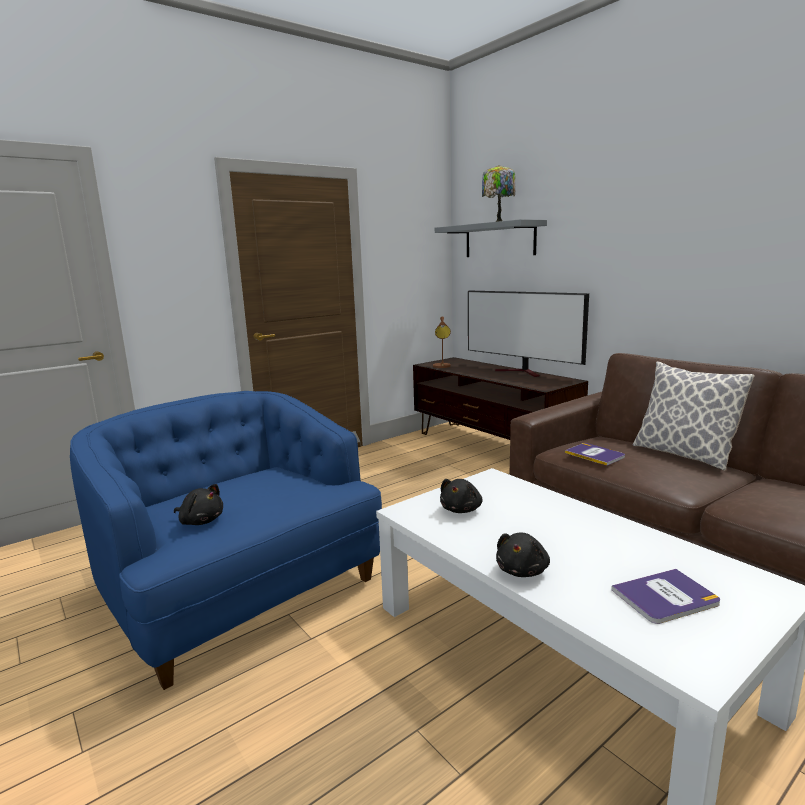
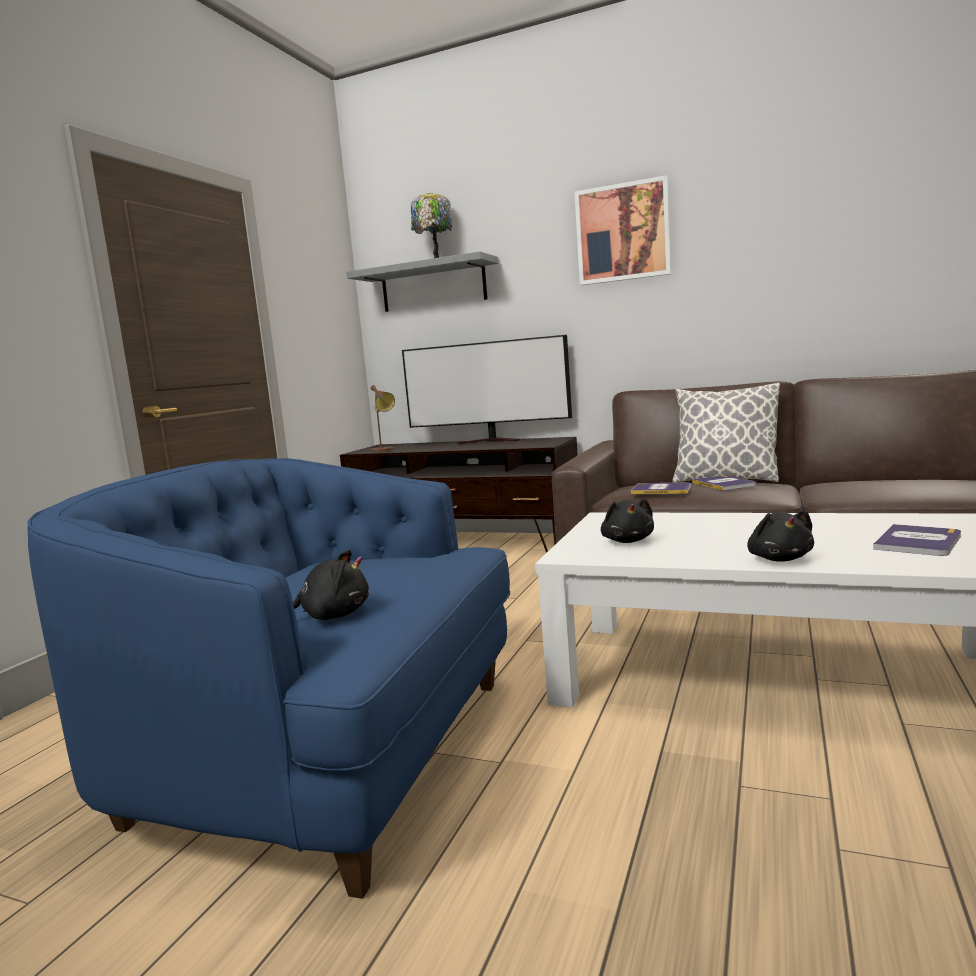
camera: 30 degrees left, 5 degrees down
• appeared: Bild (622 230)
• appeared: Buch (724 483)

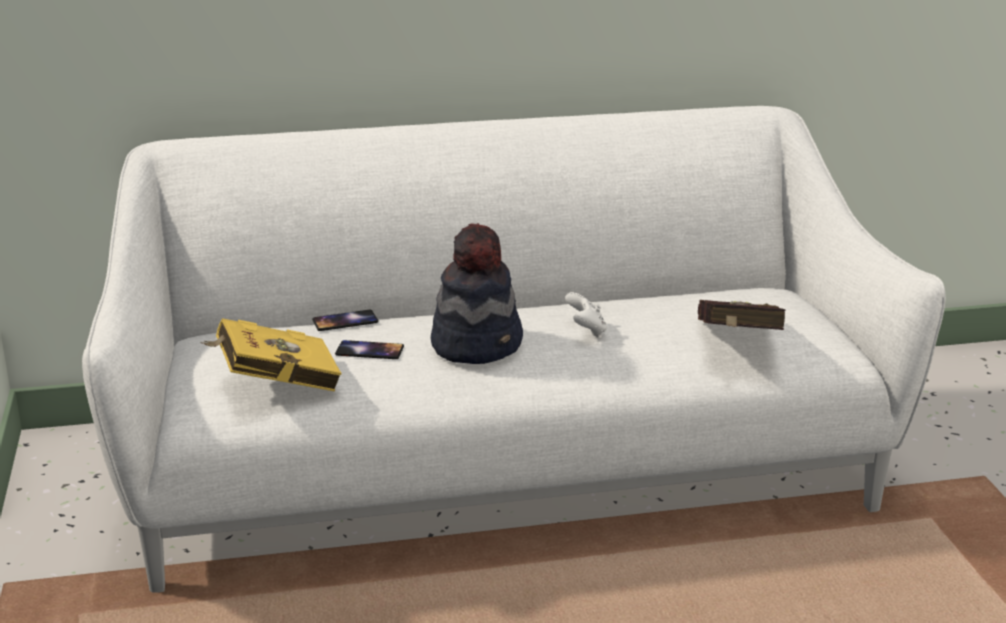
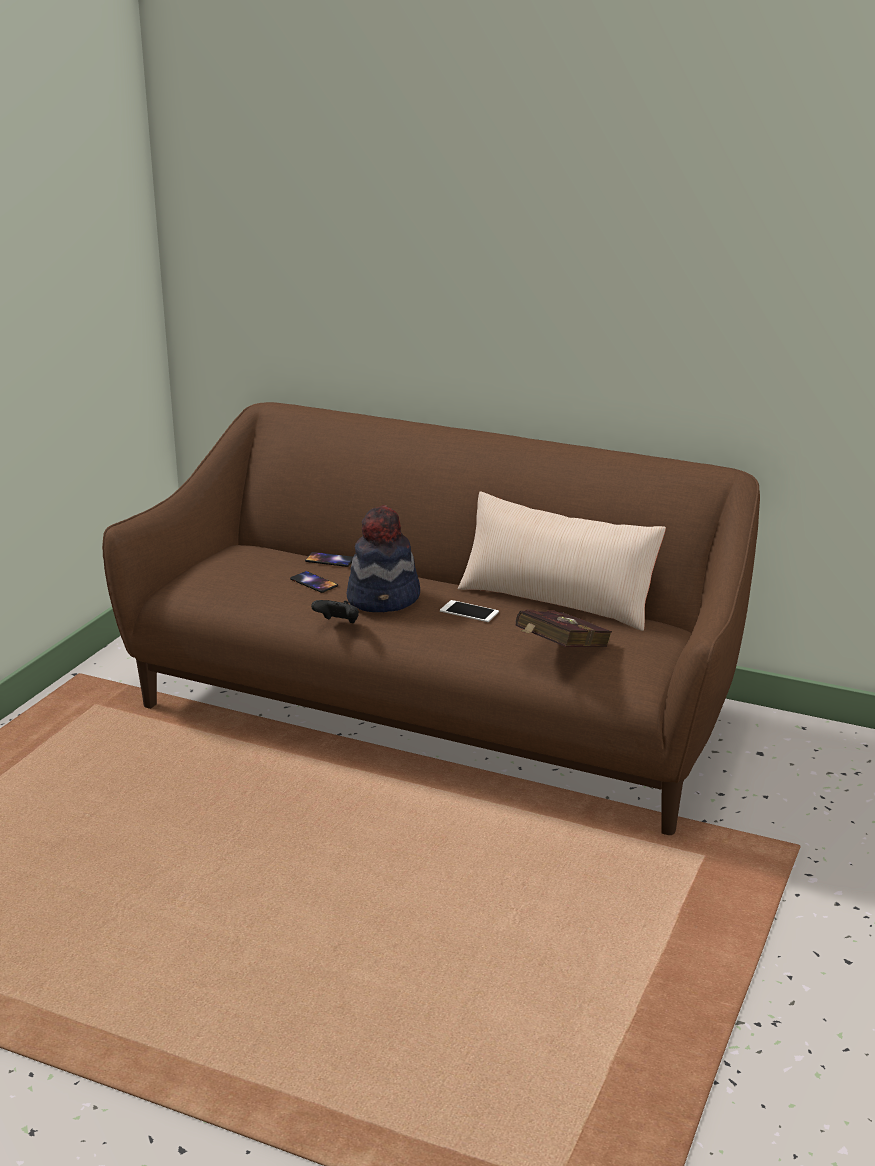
camera: 35 degrees right, 0 degrees up
• colour: Sofa/weiß (514 349) to Sofa/braun (431 618)
• appeared: Gamepad/schwarz (335 611)
• exchanged: Gamepad/weiß (586 315) to Handy (469 611)
• appeared: Kissen/beige (562 561)
• missing: Buch/gelb (271 355)

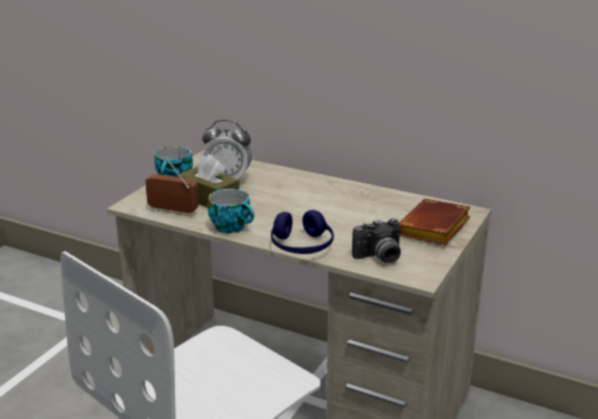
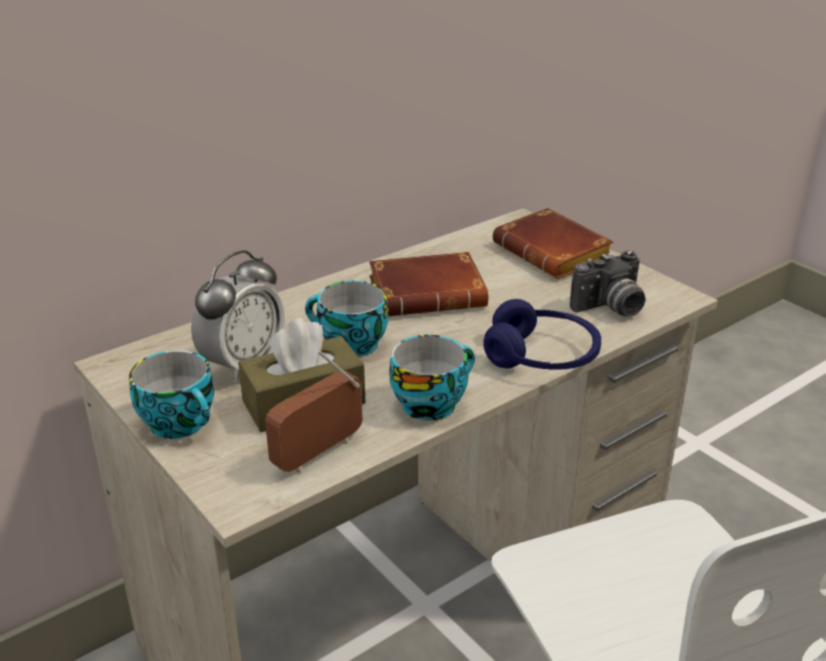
camera: 65 degrees left, 5 degrees up
• appeared: Tasse (347 319)
• appeared: Buch/braun (428 284)
• spun: Kamera (376 240) = (608 283) 60 degrees clockwise

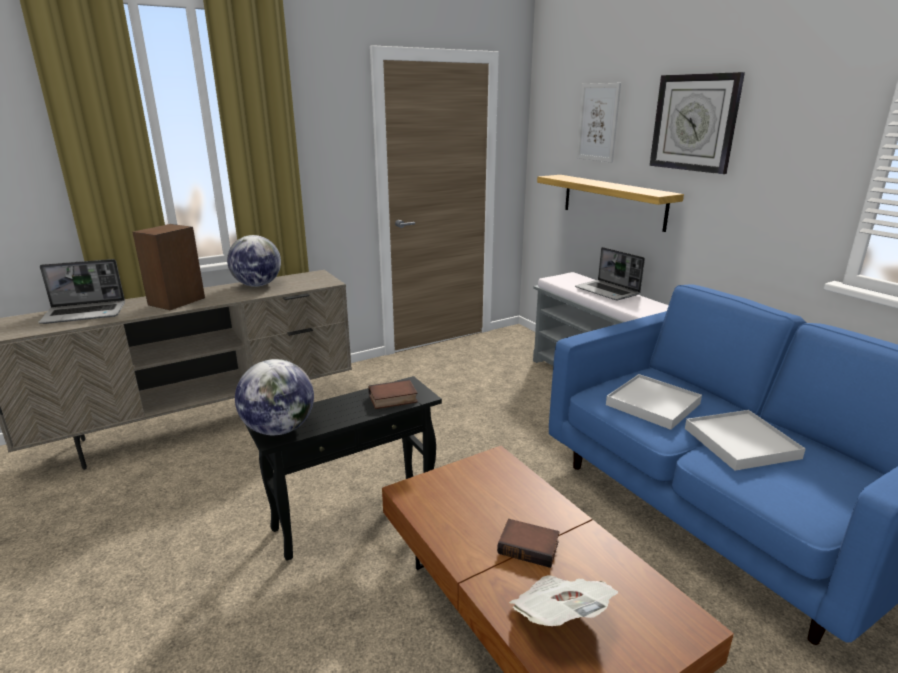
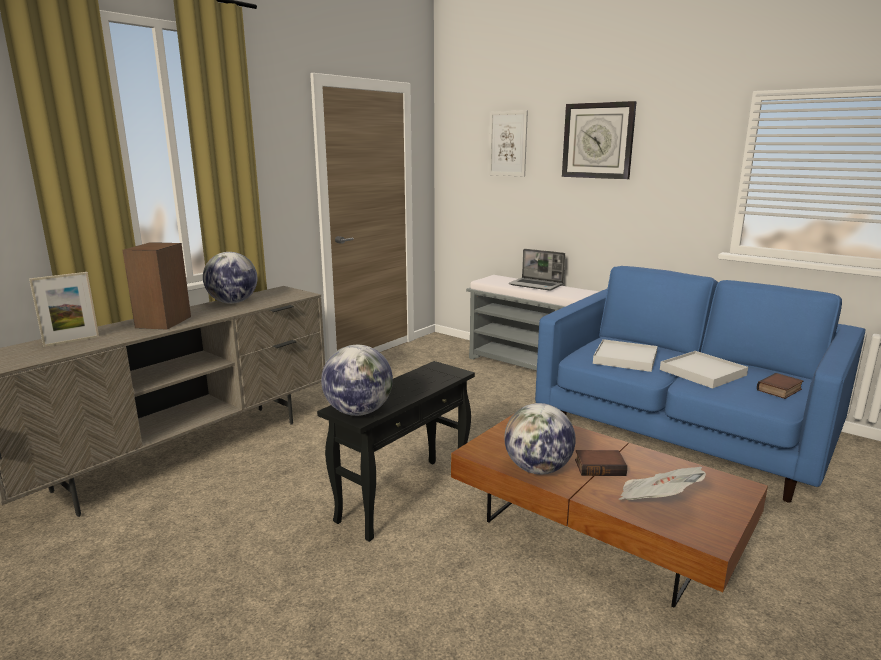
camera: 20 degrees left, 5 degrees down
• exchanged: Laptop (81 291) to Bilderrahmen (64 309)
• appeared: Globus (540 438)
• relocated: Buch (393 394) to (780 386)
• missing: Wandregal (610 203)

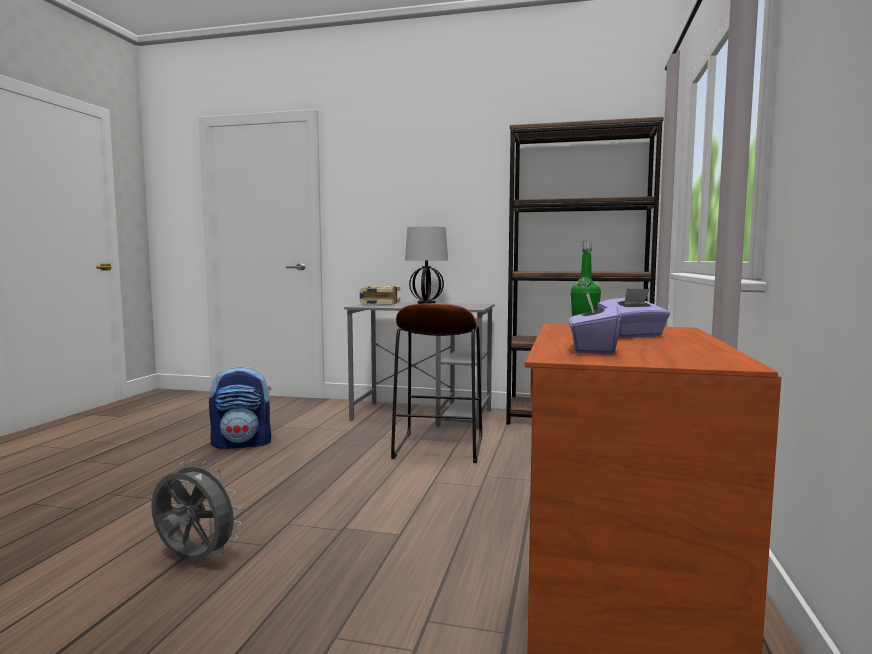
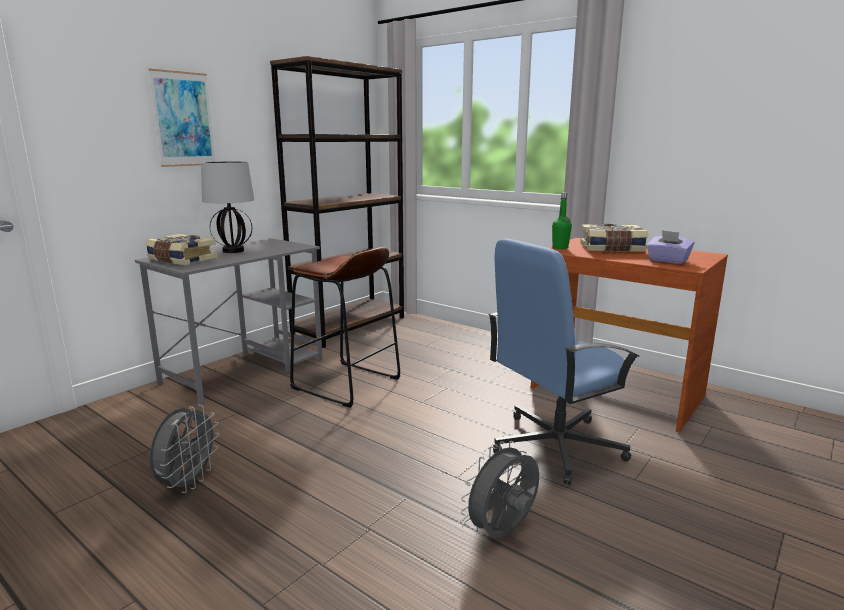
camera: 65 degrees left, 10 degrees up
• appeared: Bild (182 117)
• exchanged: Rucksack (240 408) to Ventilator/grau (184 448)
• appeared: Bürostuhl/blau (564 361)
• exchanged: Taschentuchbox/lila (633 313) to Buch (614 238)

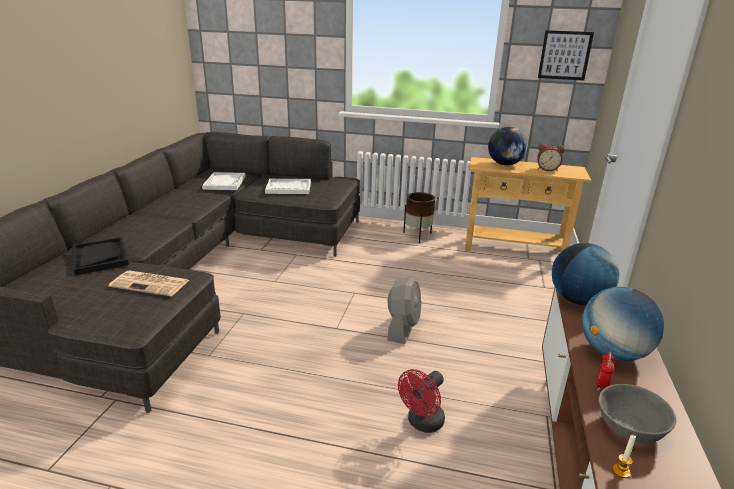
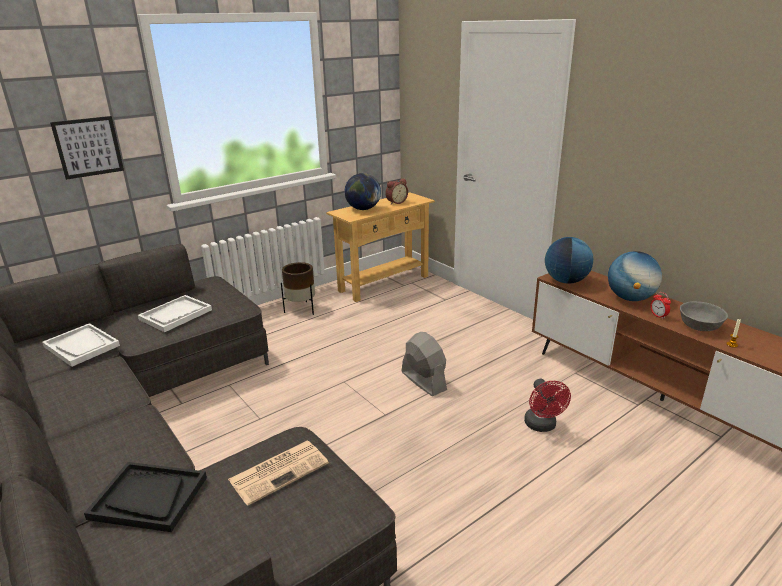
camera: 50 degrees left, 0 degrees up
• relocated: Bild (566 55) to (87 148)

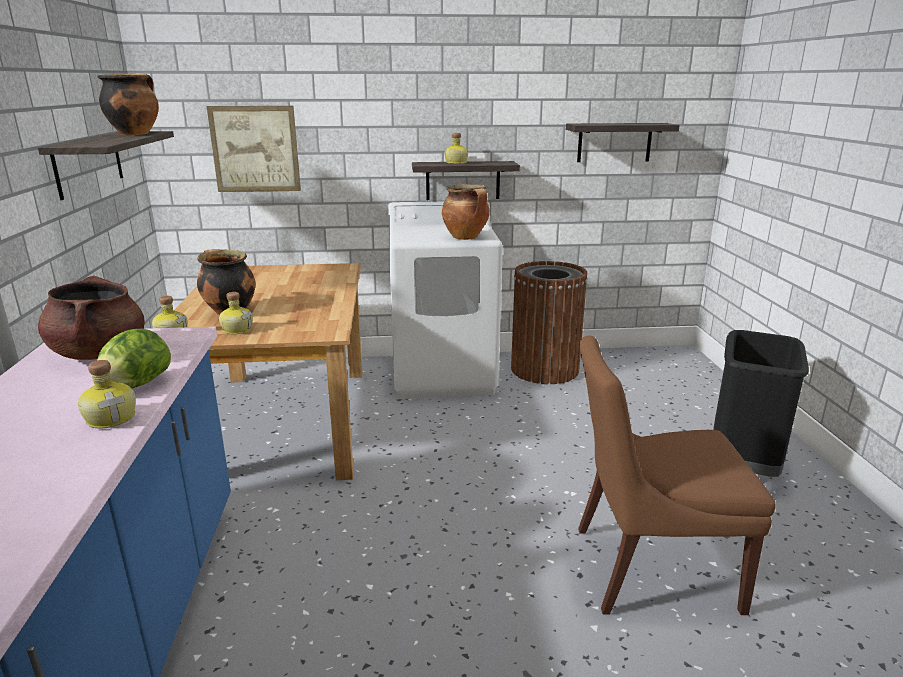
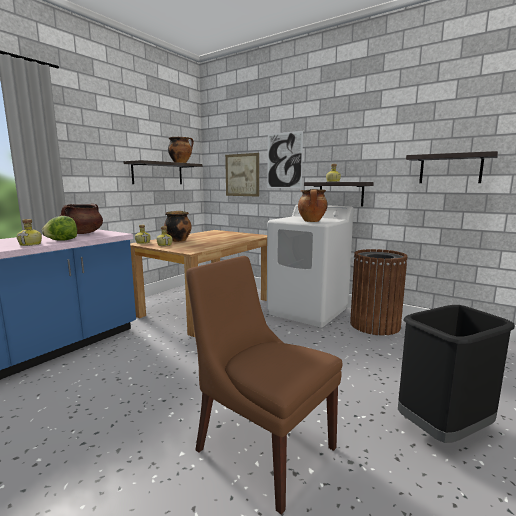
camera: 40 degrees right, 10 degrees down
• appeared: Bild (285 159)

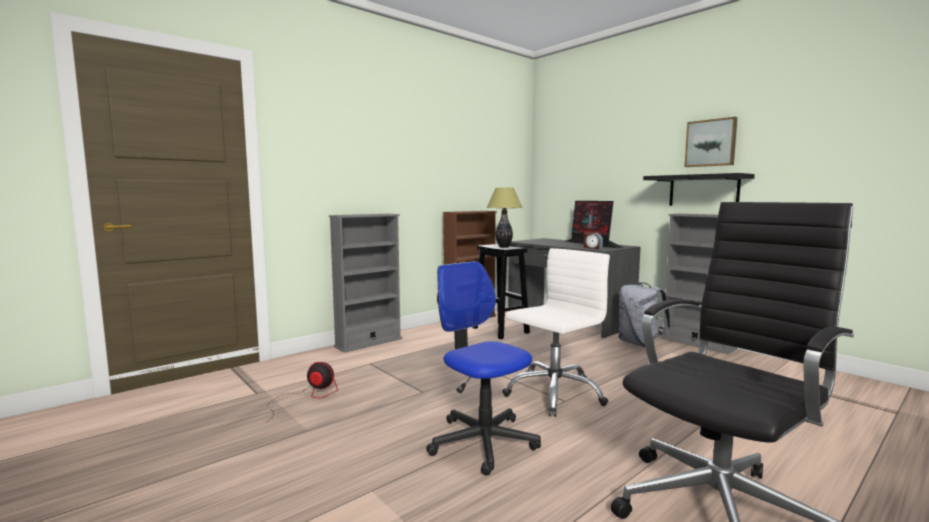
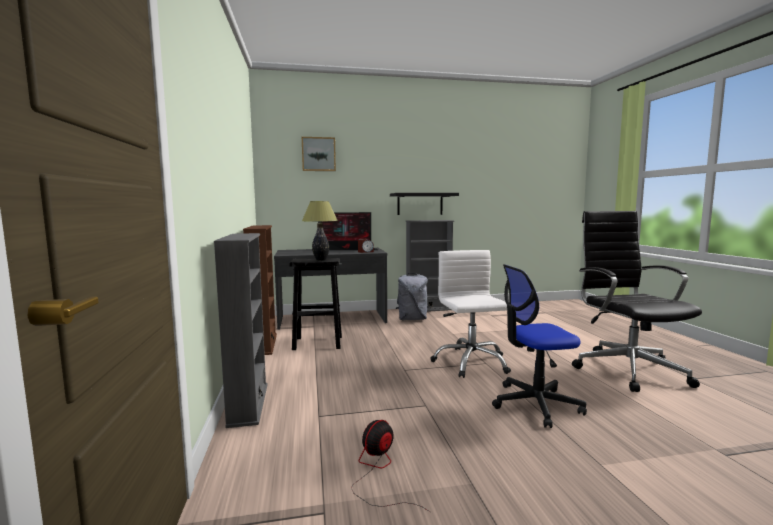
camera: 60 degrees left, 0 degrees up
• relocated: Bild (710 142) to (319 154)

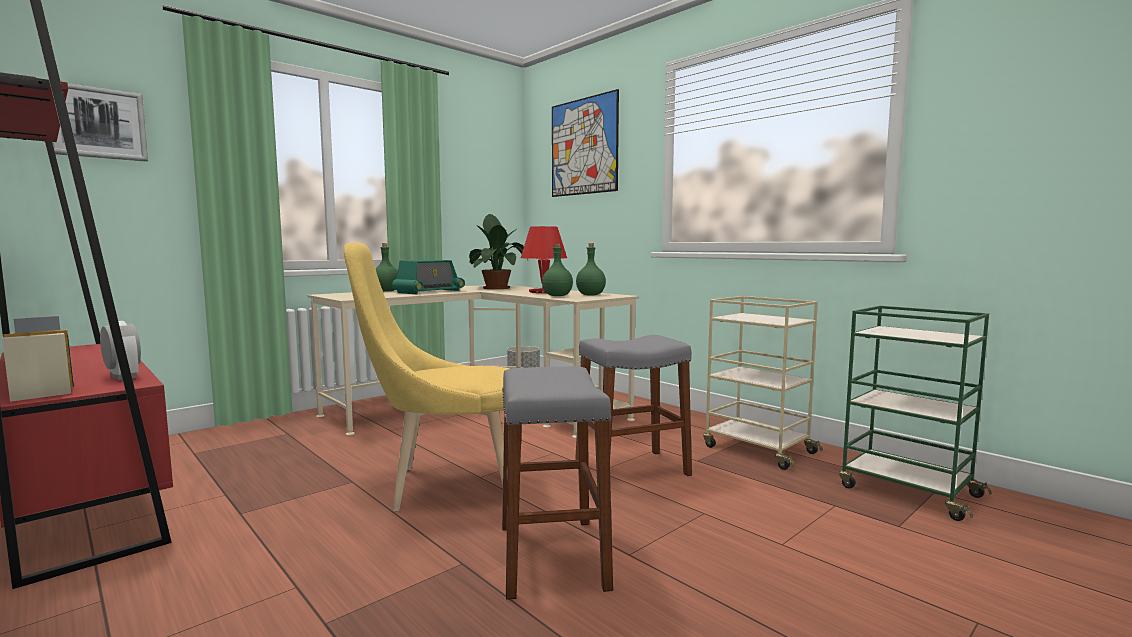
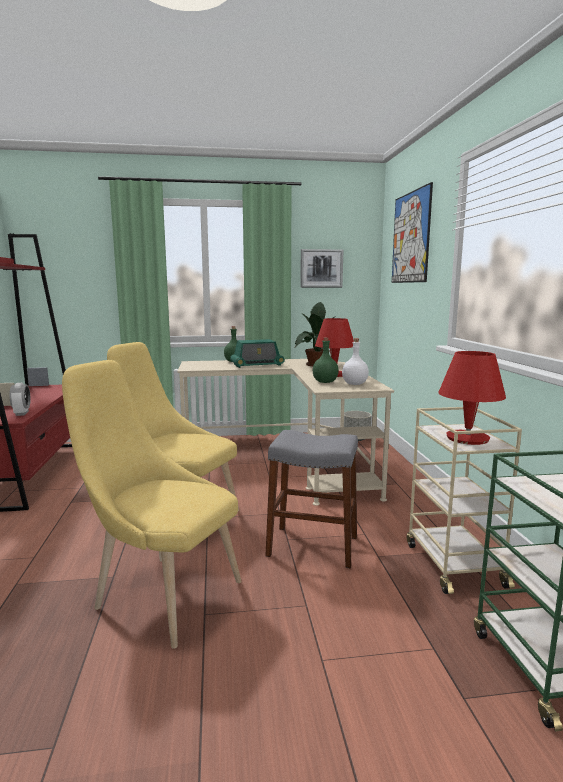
camera: 35 degrees right, 5 degrees up
• exchanged: Hocker/grau (557 483) to Stuhl/gelb (152 504)
• relocated: Bild (100 122) to (321 268)
• colour: Flasche/grün (591 269) to Flasche/weiß (355 361)
• appeared: Tischlampe/rot (472 398)

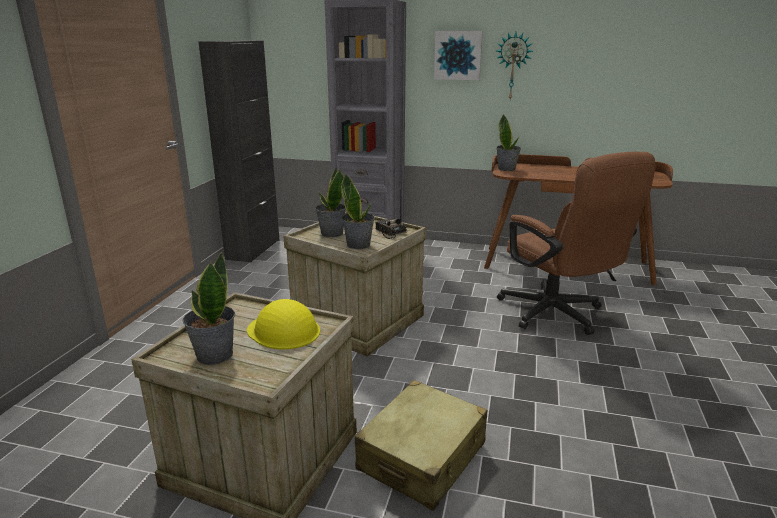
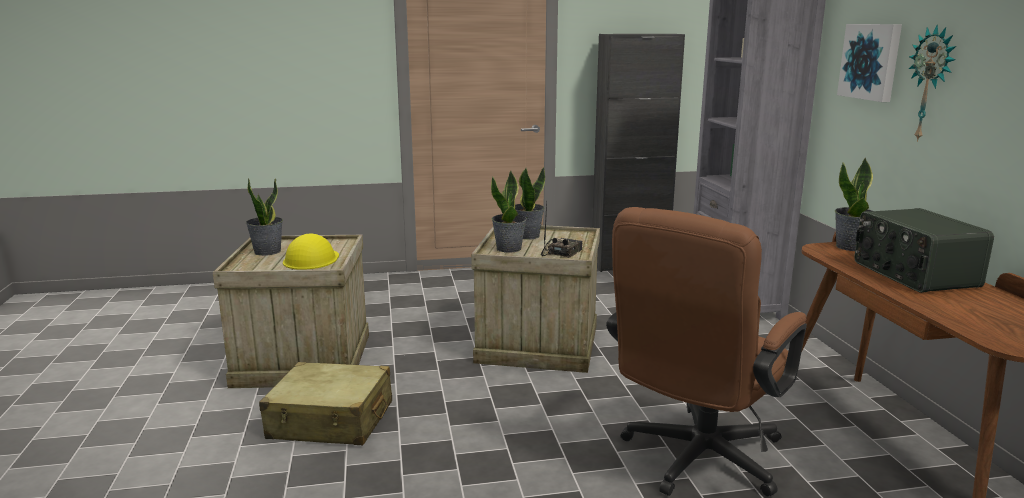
camera: 65 degrees right, 5 degrees down
• appeared: Radio (924 250)

